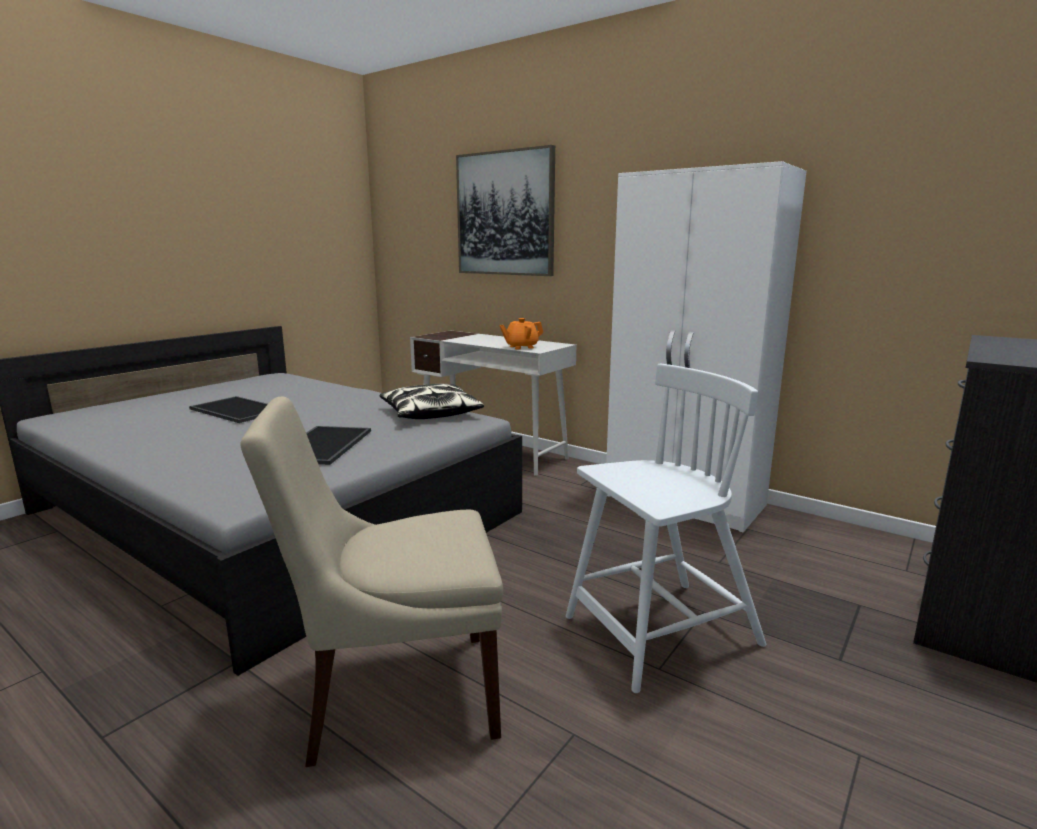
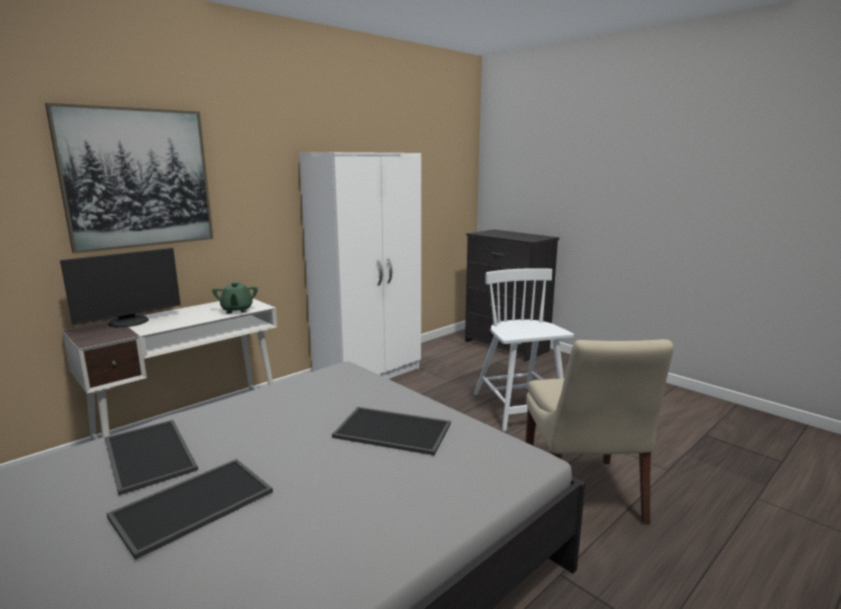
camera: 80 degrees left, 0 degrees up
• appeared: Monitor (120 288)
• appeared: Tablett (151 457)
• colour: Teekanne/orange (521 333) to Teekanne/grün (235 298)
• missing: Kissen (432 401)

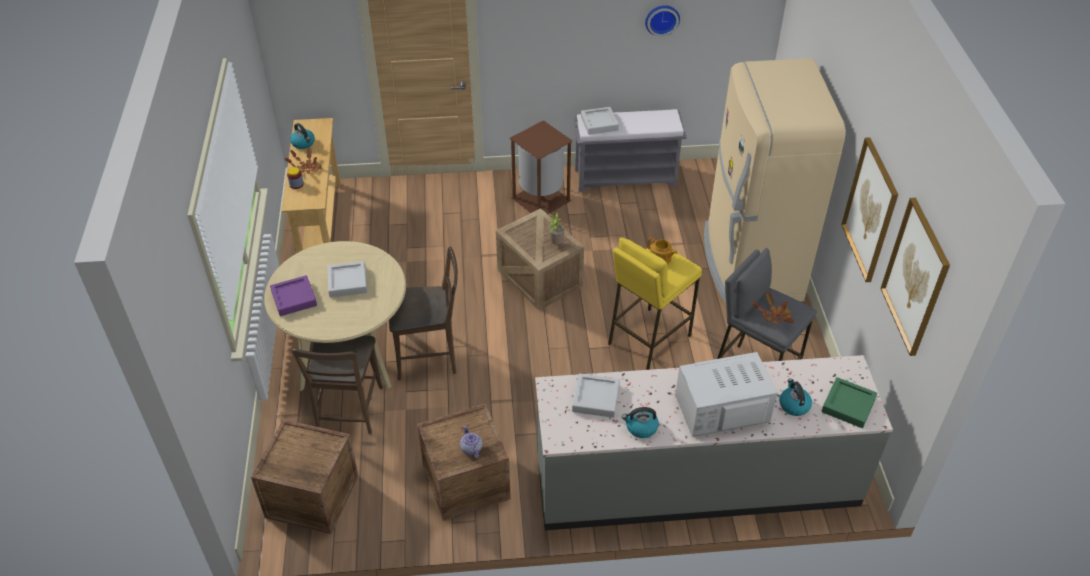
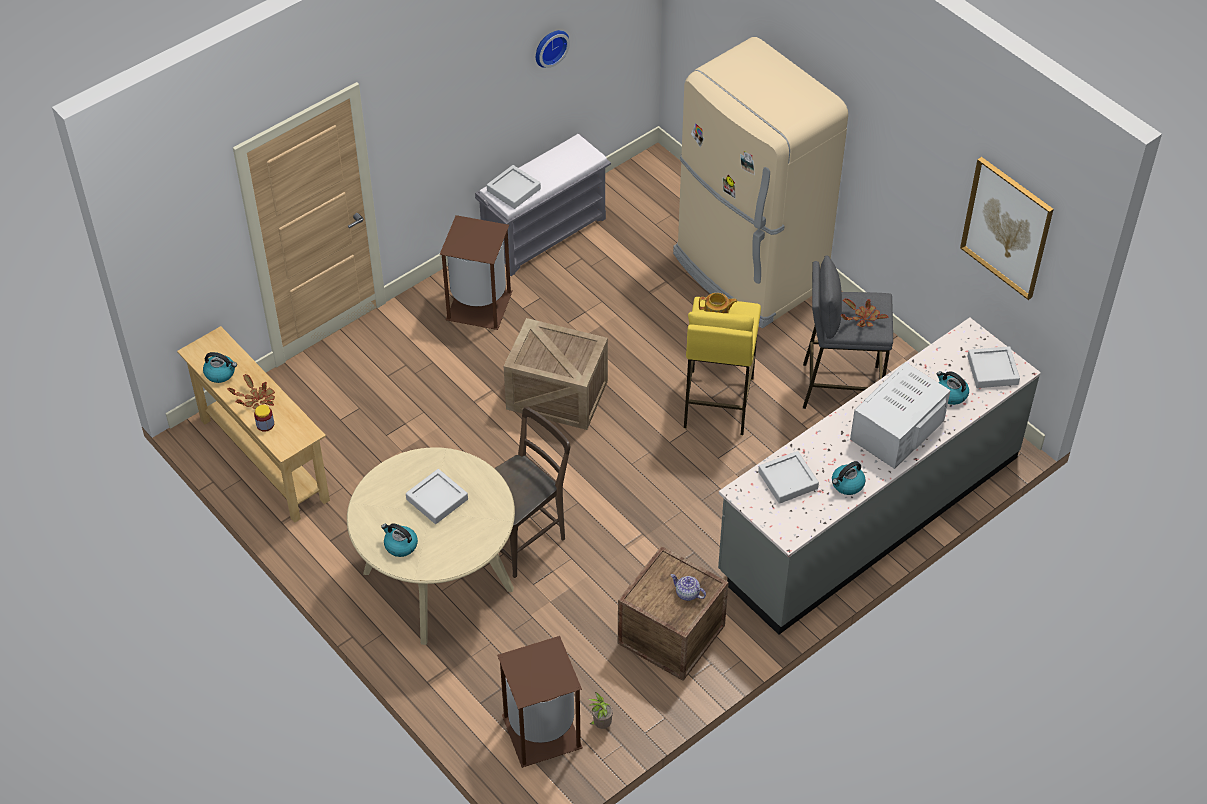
camera: 35 degrees left, 5 degrees up
• exchanged: Tablett/lila (293 295) to Wasserkessel (399 540)
• exchanged: Kiste (305 476) to Mülleimer/braun (540 702)
• relocated: Topfpflanze (557 229) to (600 710)
• colour: Tablett/grün (849 402) to Tablett/grau (993 367)
• missing: Stuhl/braun (337 385)
• missing: Bild (869 209)

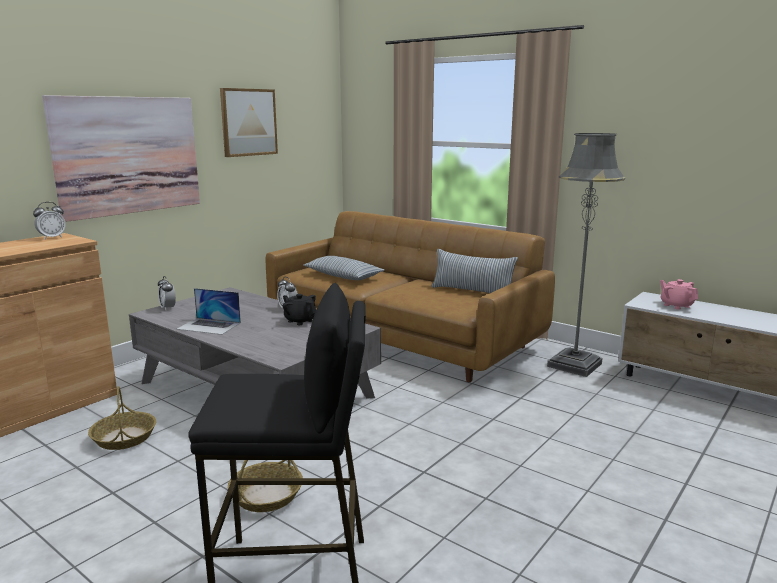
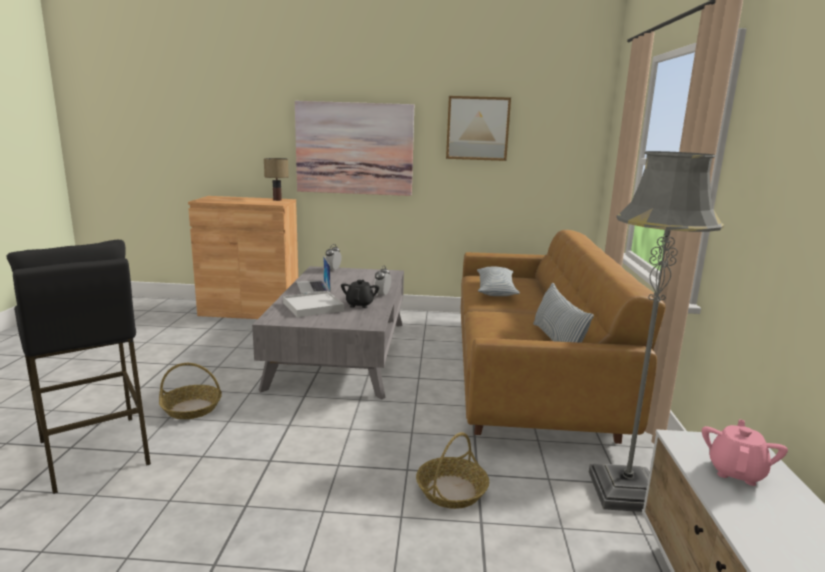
camera: 55 degrees right, 0 degrees up
• exchanged: Wecker (49 220) to Tischlampe (276 179)
• appeared: Tablett/weiß (313 304)
• relocated: Korb (122 418) to (452 470)

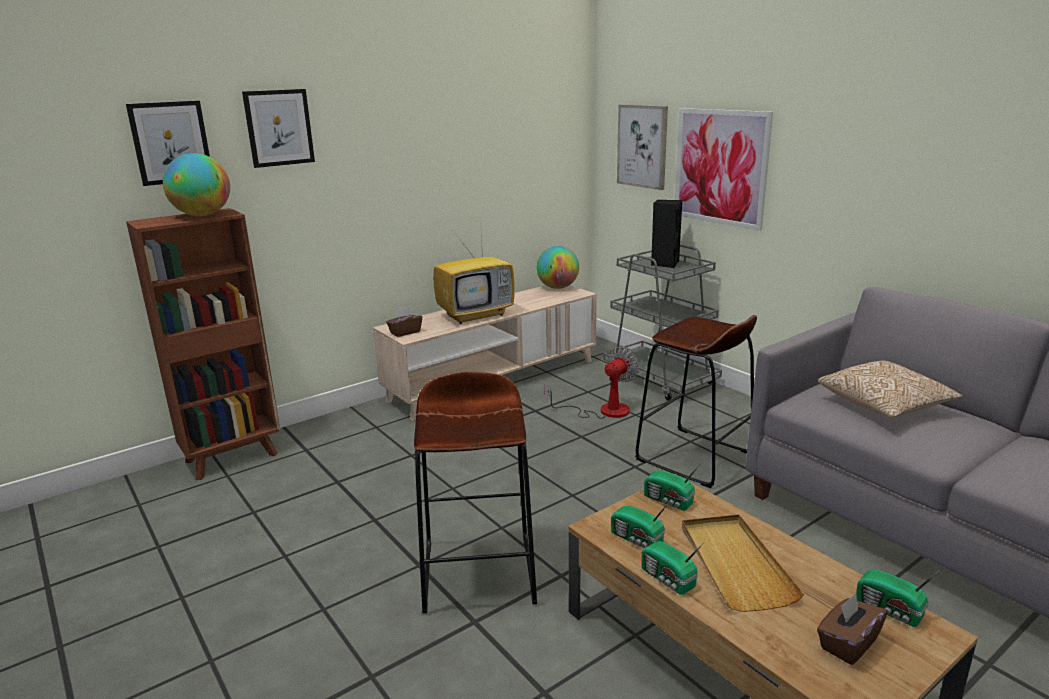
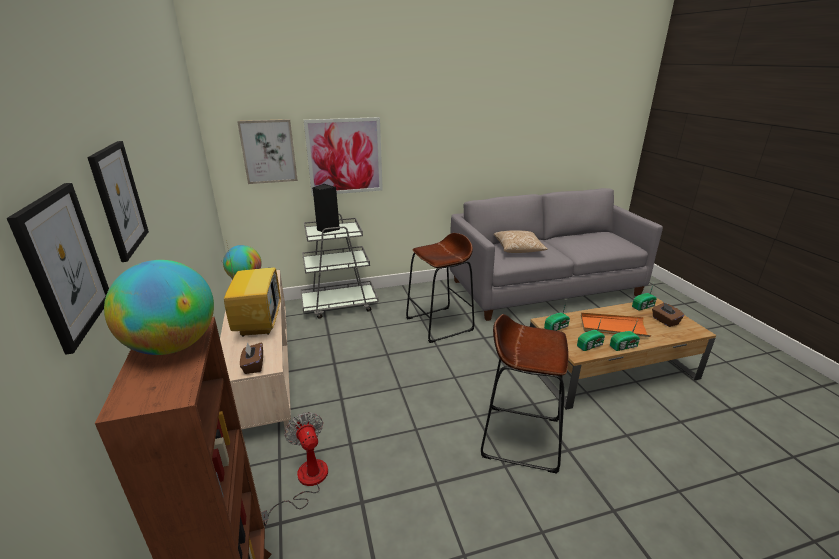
camera: 70 degrees left, 5 degrees up
• relocated: Ventilator (591 383) to (294 469)
• colour: Tablett/beige (743 563) to Tablett/orange (616 325)

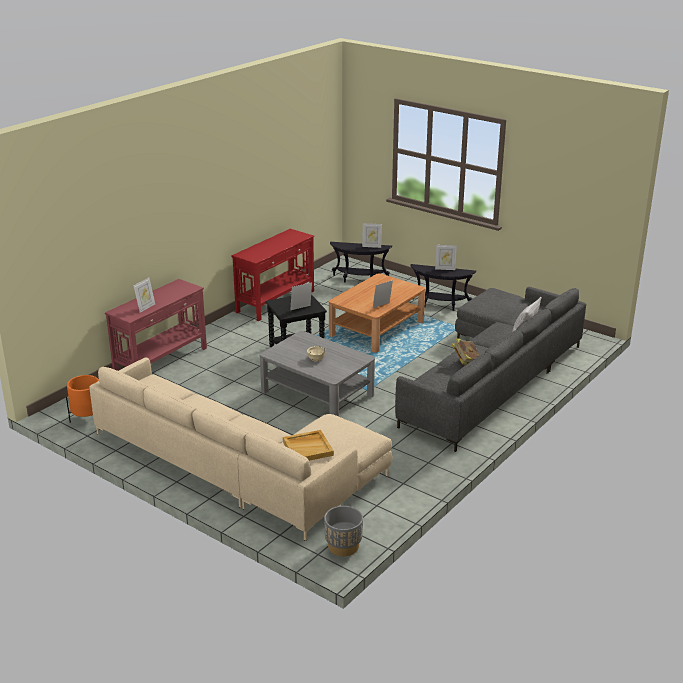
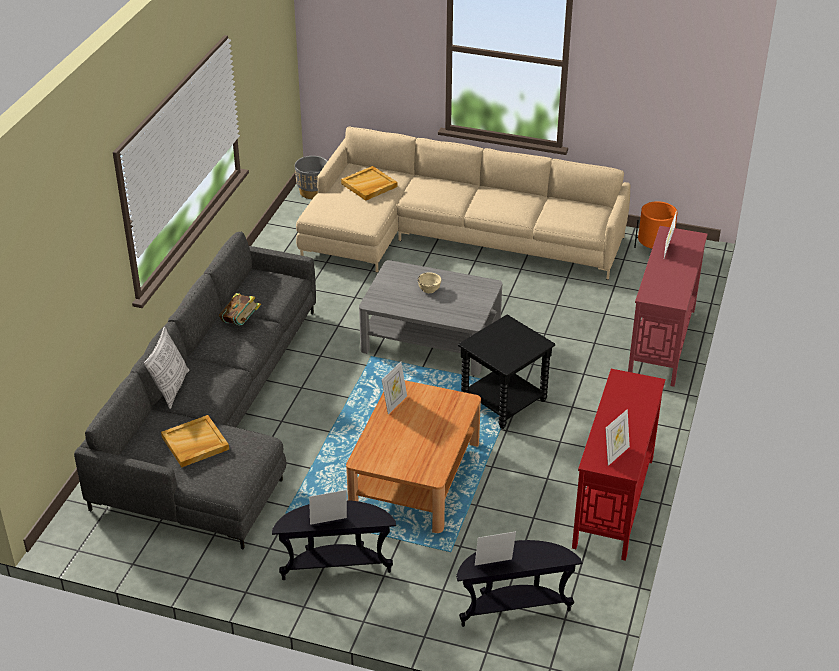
camera: 160 degrees right, 10 degrees up
• appeared: Tablett/beige (195 441)
• relocated: Bilderrahmen (301 296) to (617 437)

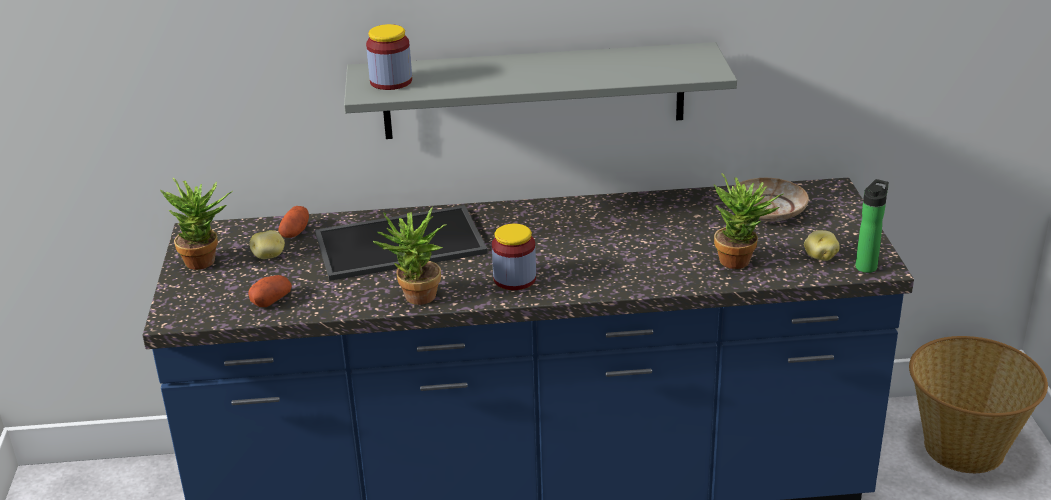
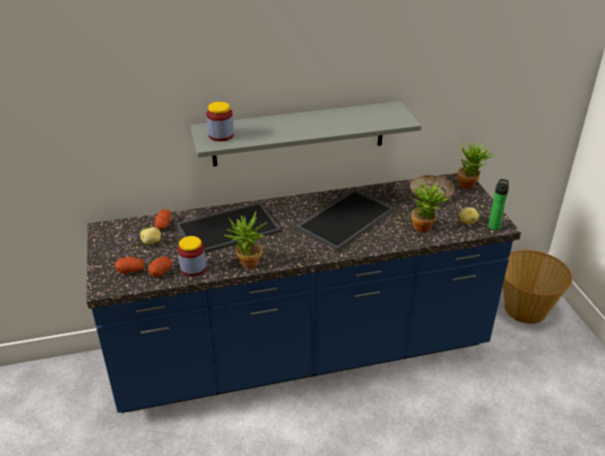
camera: 10 degrees left, 5 degrees up
• appeared: Kartoffel (130 265)
• relocated: Vorratsglas (514 257) to (192 256)
• appeared: Tablett (345 220)
• relocated: Topfpflanze (196 224) to (475 165)

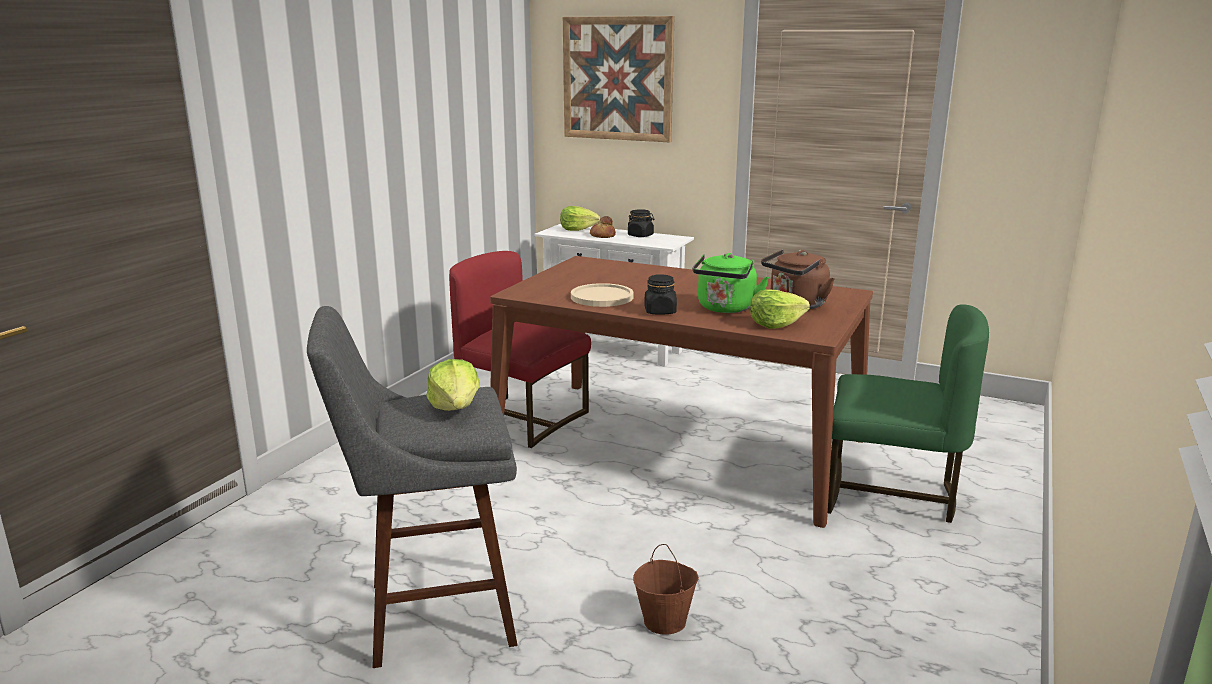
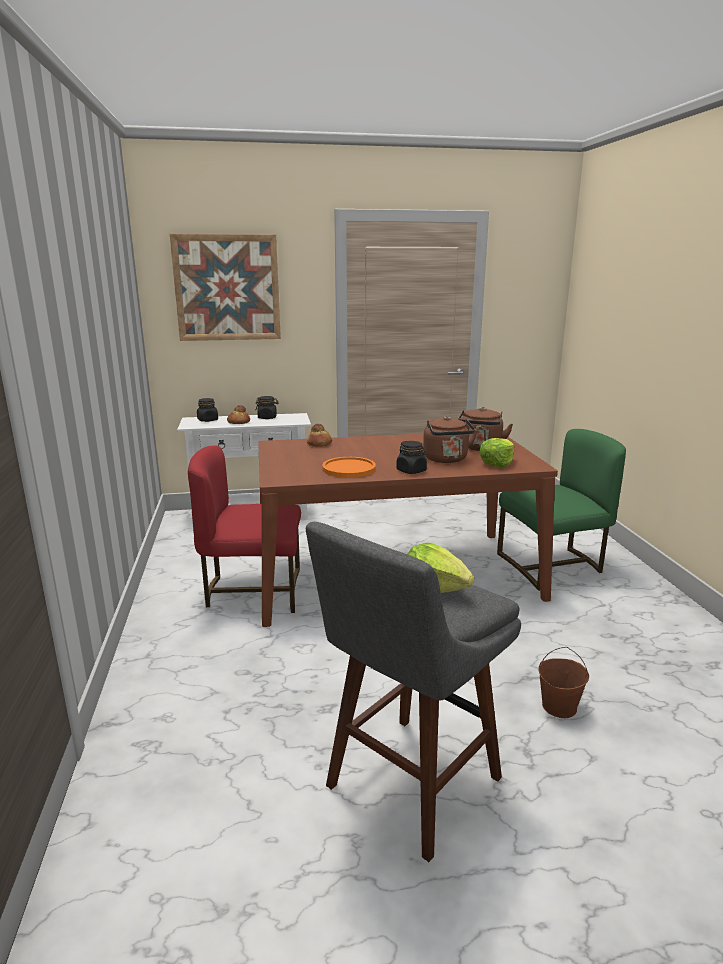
camera: 35 degrees left, 0 degrees up
• exchanged: Salatkopf (580 218) to Vorratsglas/schwarz (207 410)
• appeared: Brot (319 435)
• colour: Teller/beige (602 295) to Teller/orange (349 467)
• colour: Wasserkessel/grün (730 283) to Wasserkessel/braun (450 439)

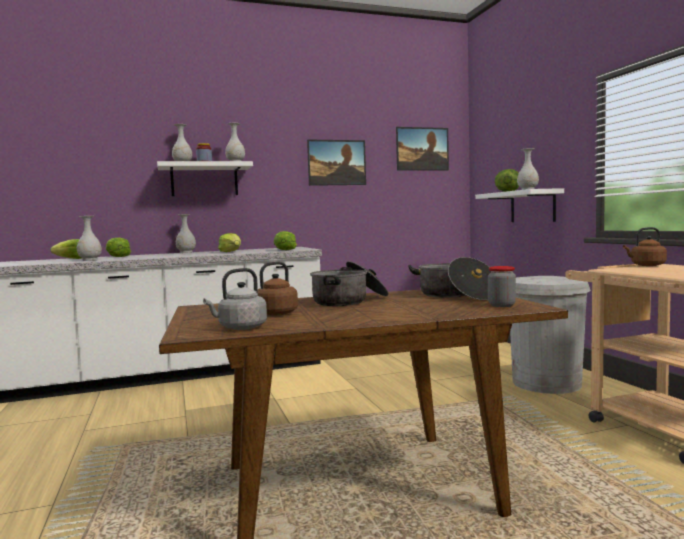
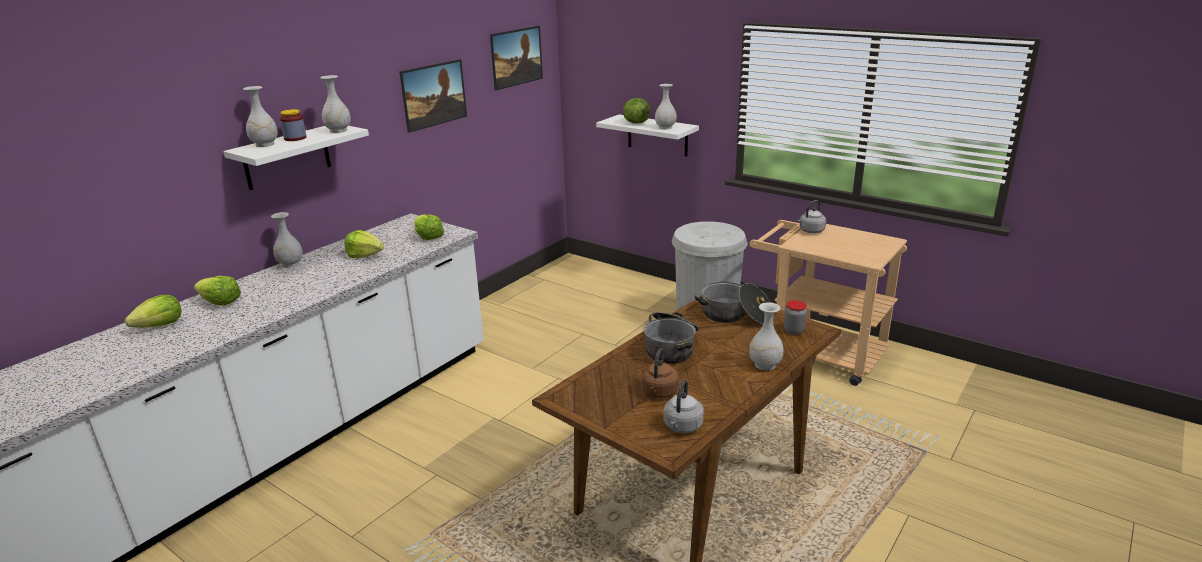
camera: 35 degrees left, 20 degrees up
• relocated: Vase/weiß (89 238) to (766 336)
• colour: Wasserkessel/braun (645 246) to Wasserkessel/grau (812 216)

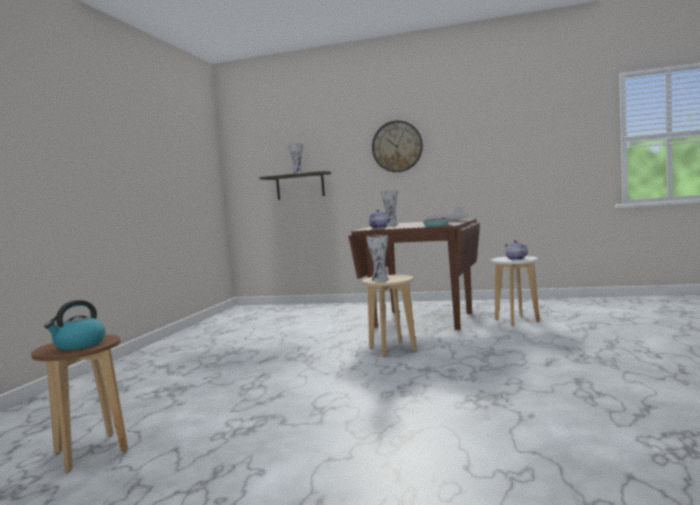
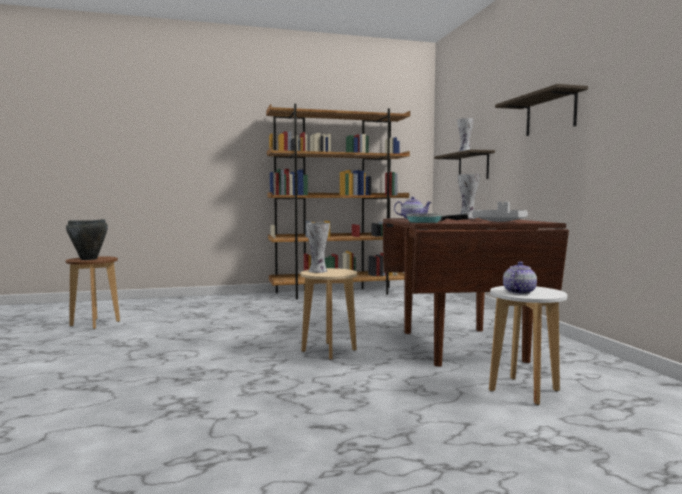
camera: 60 degrees right, 0 degrees up
• exchanged: Wasserkessel (75 325) to Kochtopf/schwarz (87 239)
• appeared: Bücherregal/braun (338 201)
• exchanged: Wanduhr (397 146) to Wandregal (541 110)

